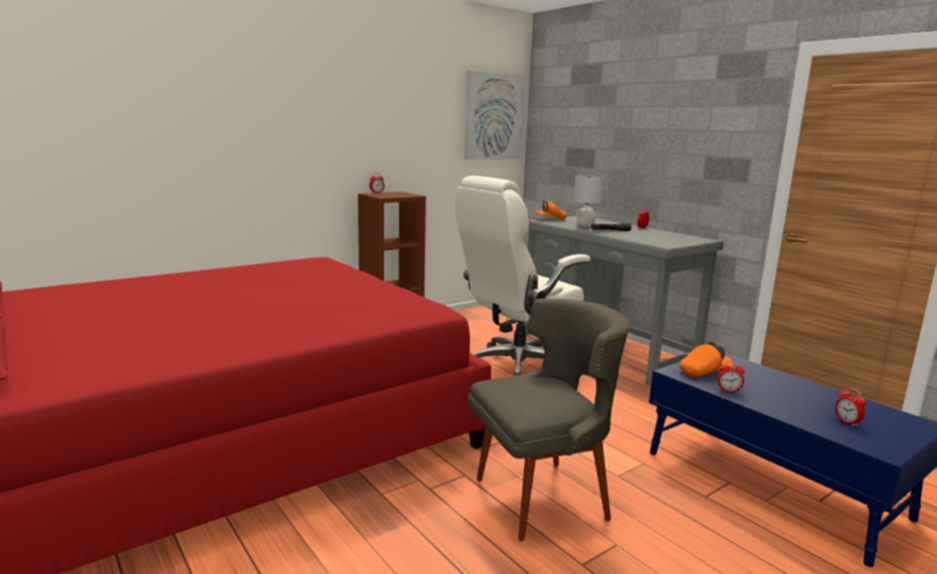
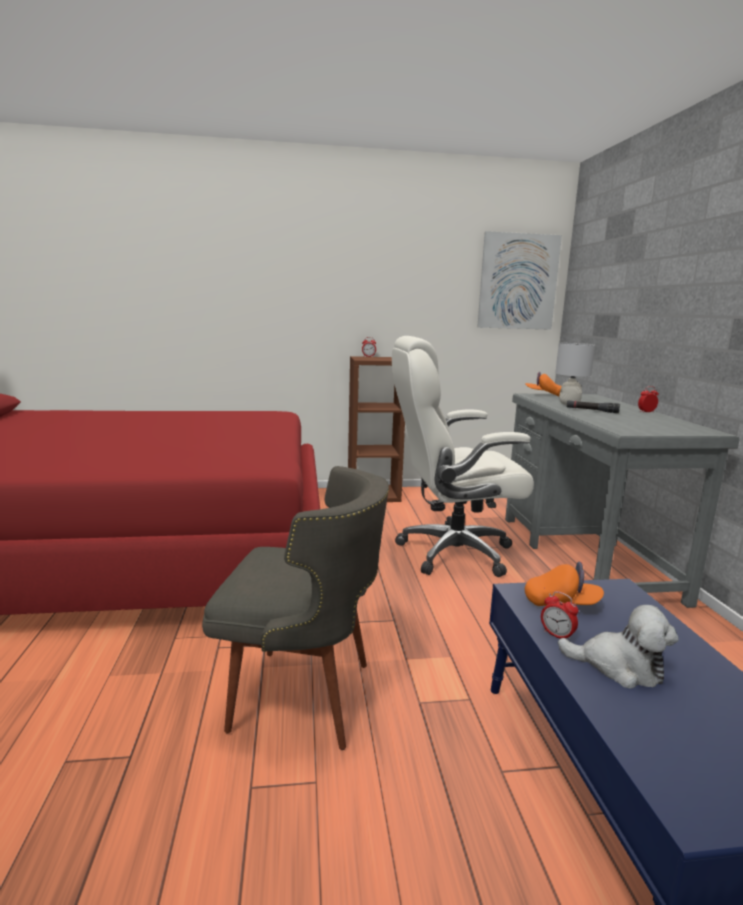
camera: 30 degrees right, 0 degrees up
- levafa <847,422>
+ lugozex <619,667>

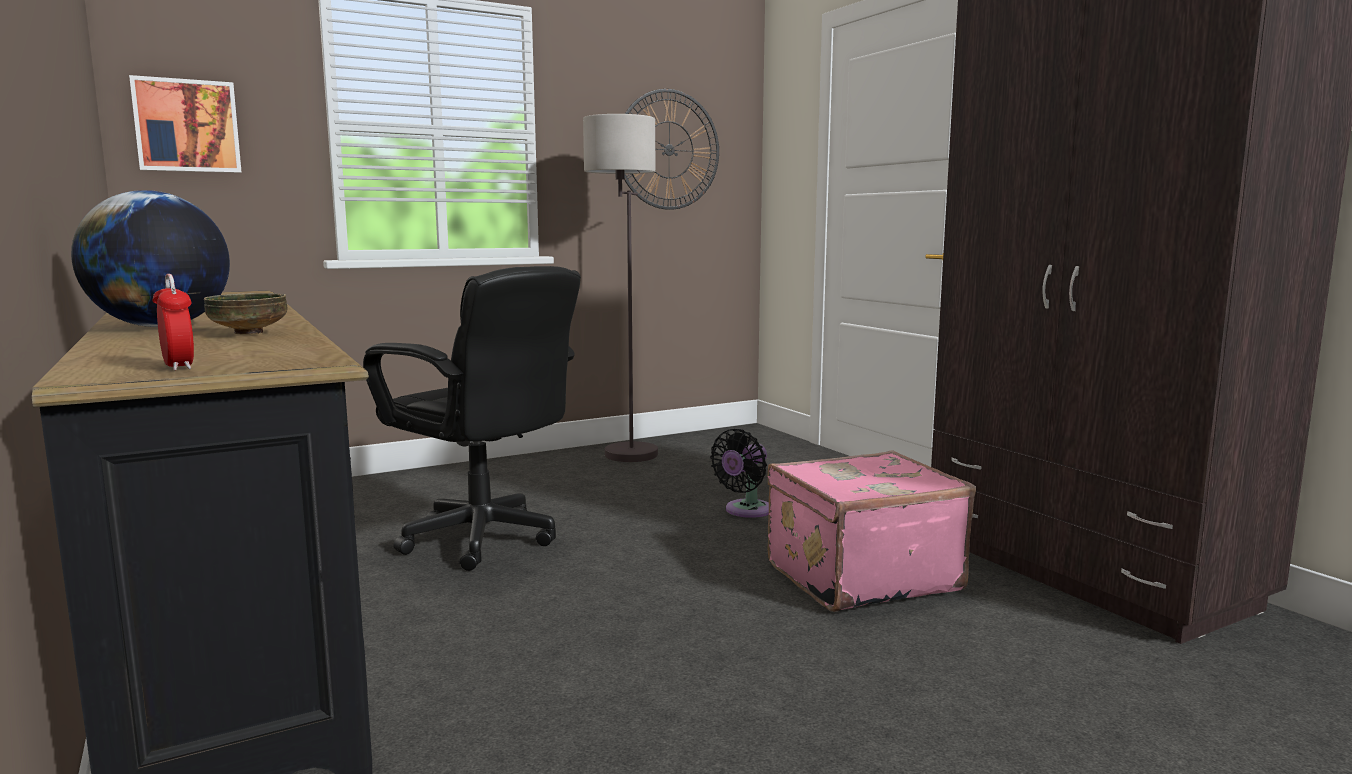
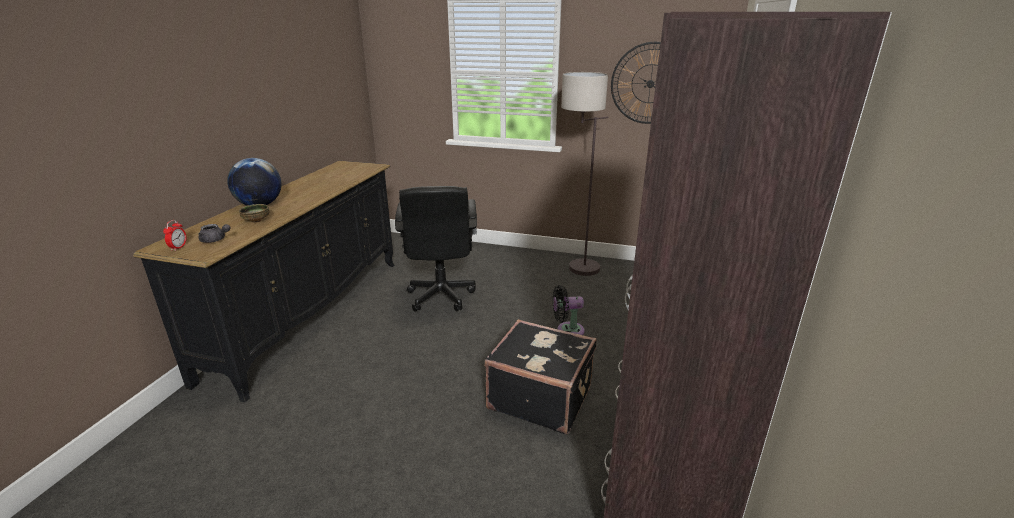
camera: 45 degrees right, 15 degrees up
- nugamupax <187,126>
~ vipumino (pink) <859,576> to vipumino (black) <540,397>
+ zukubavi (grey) <215,240>

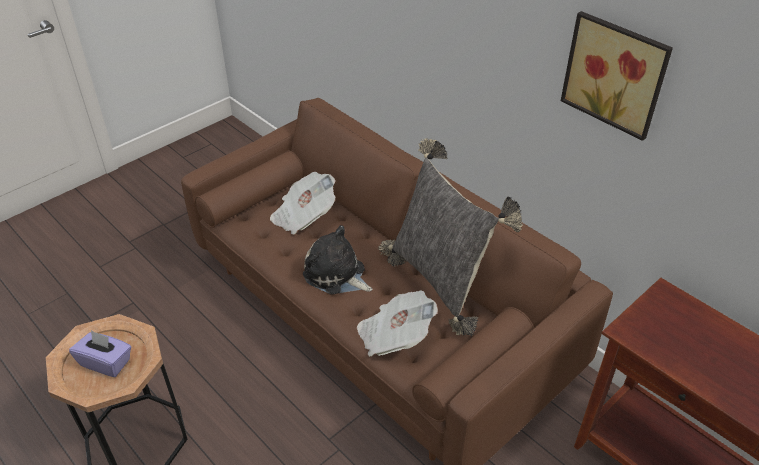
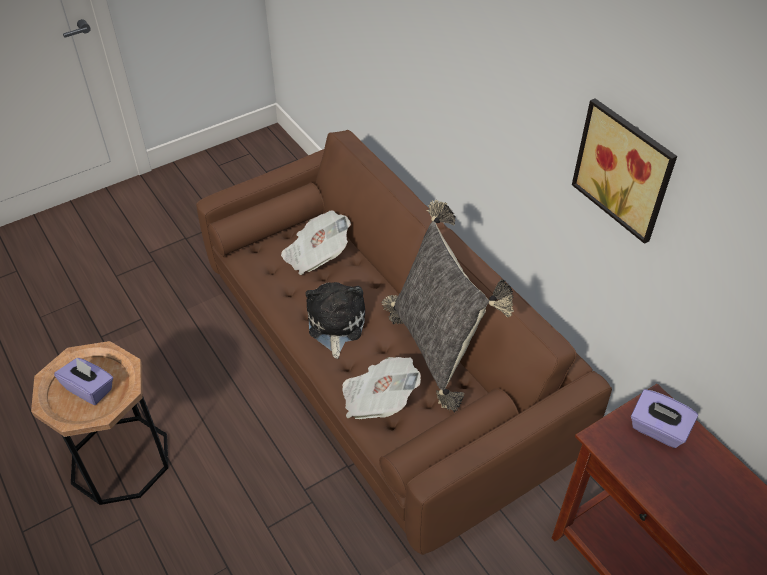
camera: 10 degrees right, 5 degrees up
~ lugozex <336,275> = <335,325> 45 degrees clockwise
+ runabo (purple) <657,429>

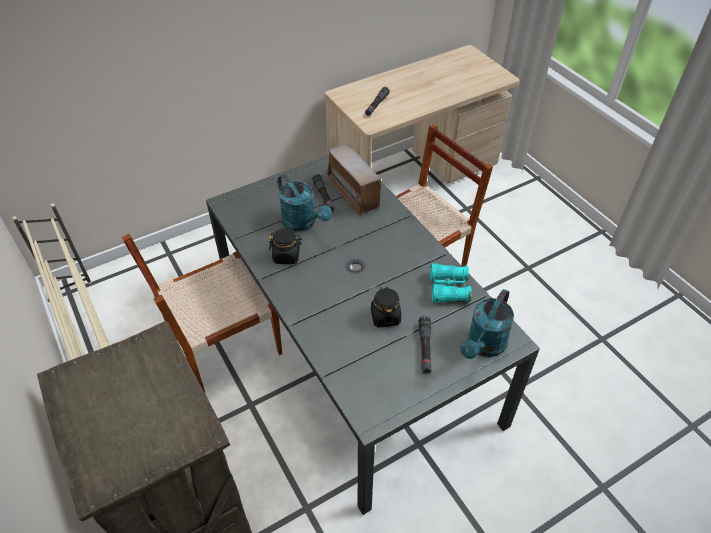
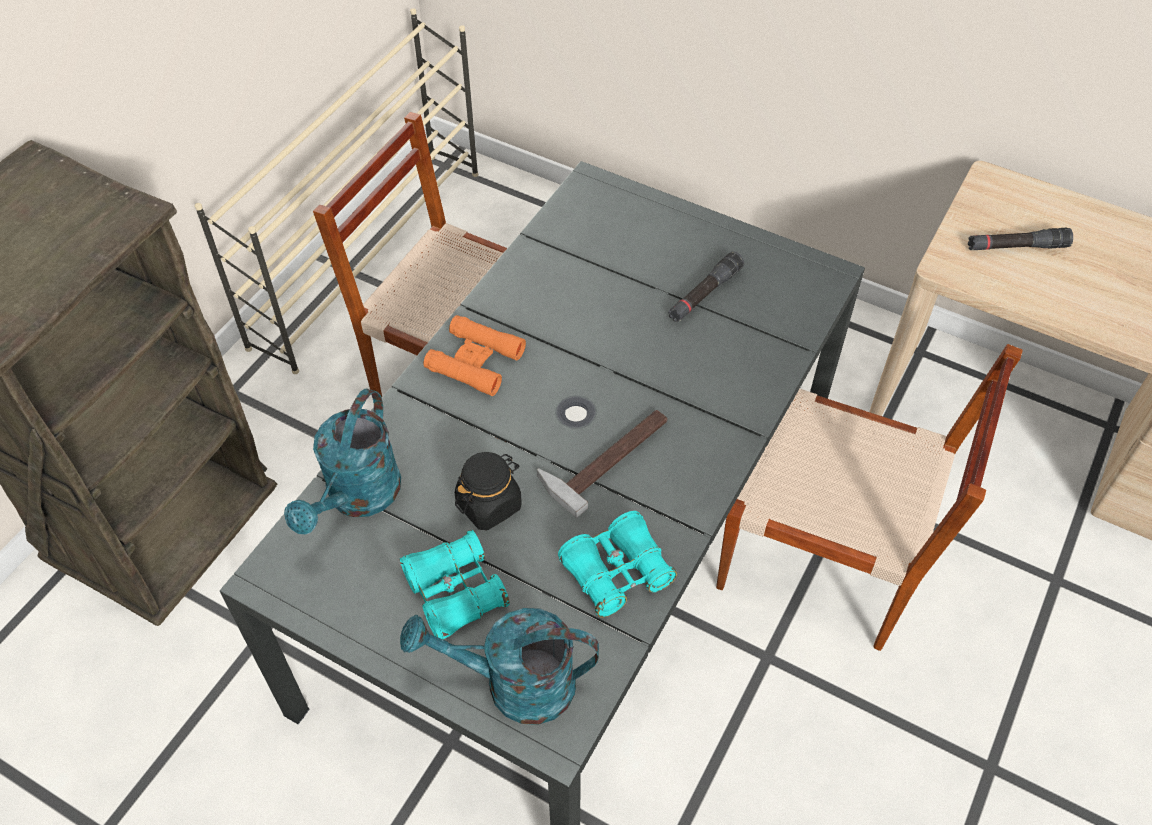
camera: 60 degrees right, 5 degrees up
- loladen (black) <286,256>
~ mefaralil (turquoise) <303,223> to <357,498>
- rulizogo <354,192>
~ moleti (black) <425,348> to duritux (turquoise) <455,592>
+ duritux (orange) <475,361>
+ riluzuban <606,455>

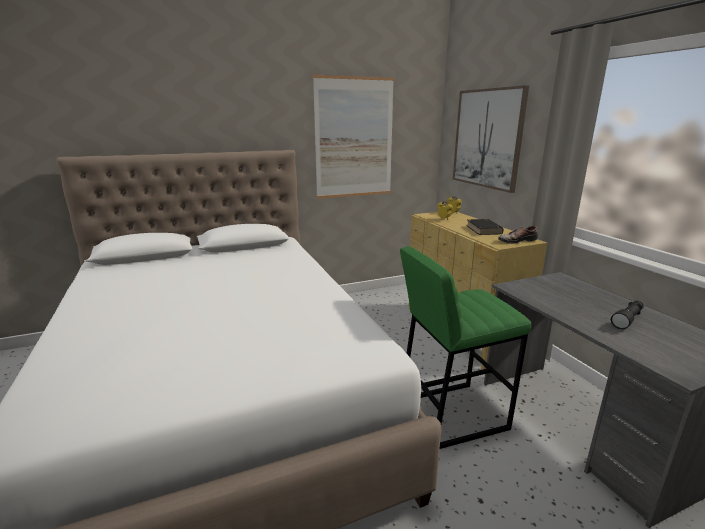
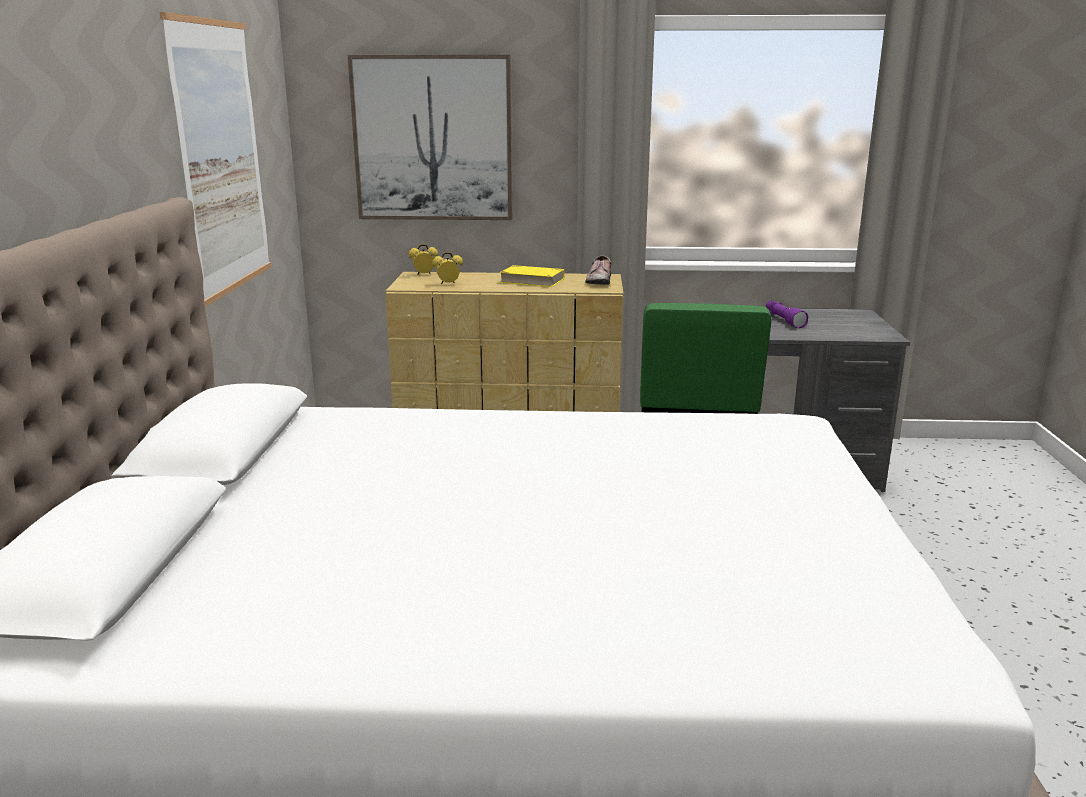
camera: 65 degrees left, 0 degrees up
~ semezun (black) <483,229> to semezun (yellow) <532,280>
~ moleti (black) <627,319> to moleti (purple) <783,320>

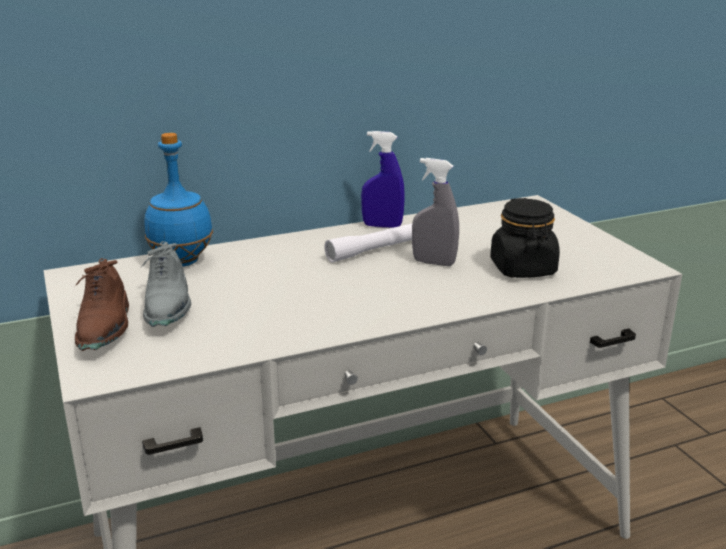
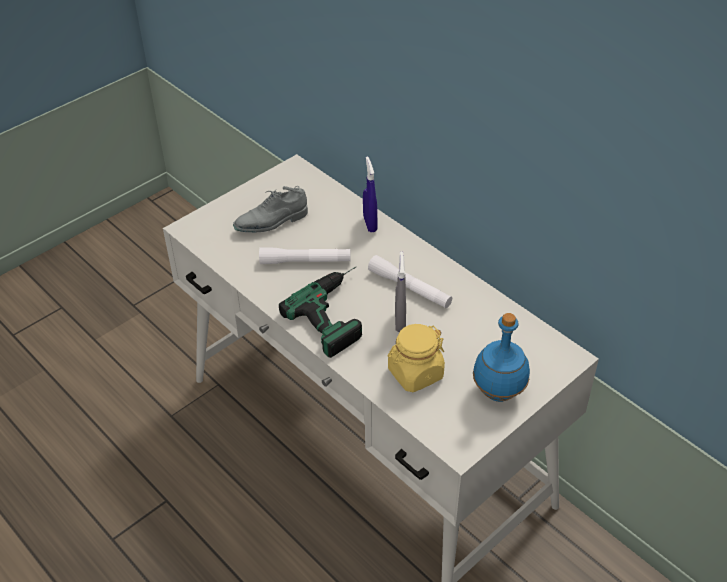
camera: 70 degrees right, 20 degrees up
- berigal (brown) <105,328>
~ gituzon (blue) <181,261> to <499,392>
~ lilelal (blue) <382,226> to <370,224>
~ loladen (black) <523,269> to loladen (yellow) <415,373>
+ moleti (white) <305,261>
+ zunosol <339,311>

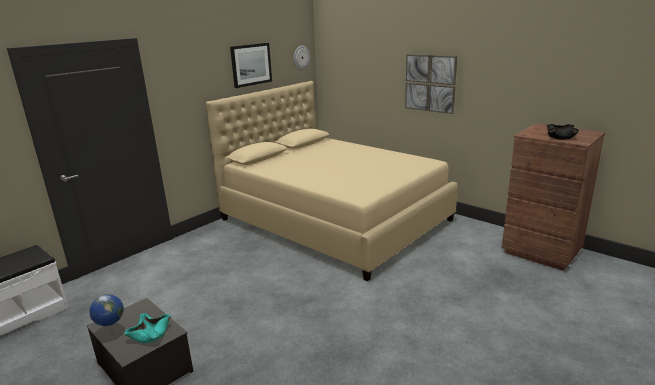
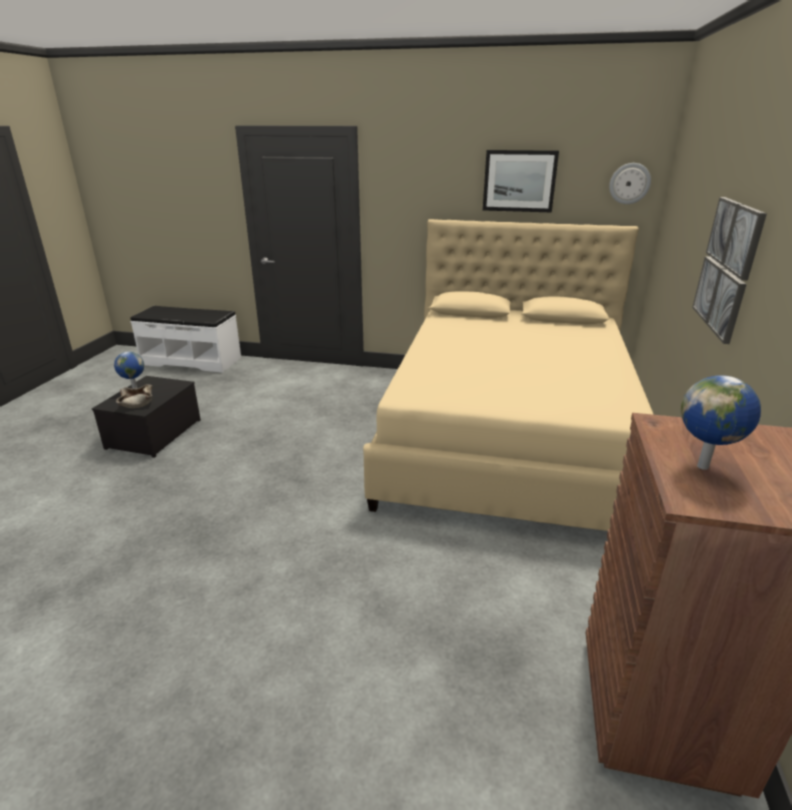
camera: 60 degrees right, 5 degrees up
~ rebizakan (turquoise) <150,335> to rebizakan (beige) <136,403>
~ rebizakan (black) <560,137> to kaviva <704,467>

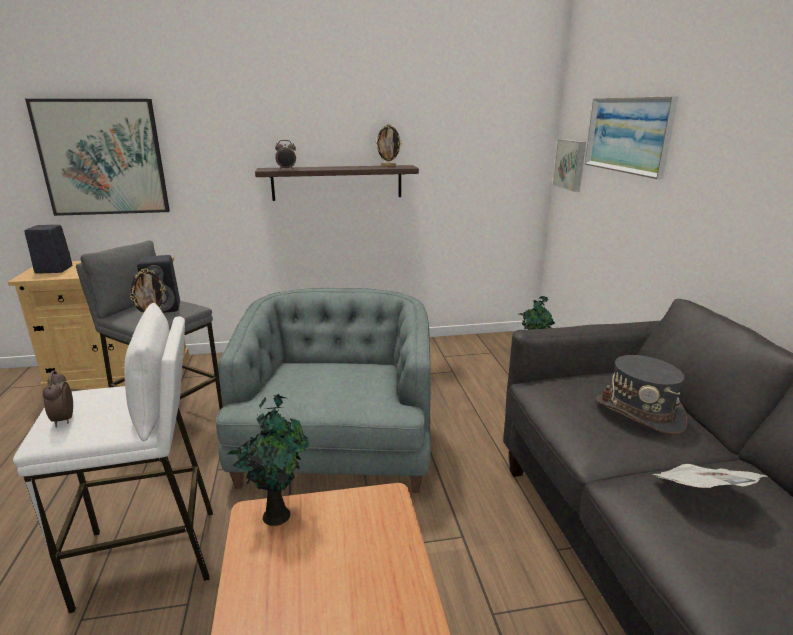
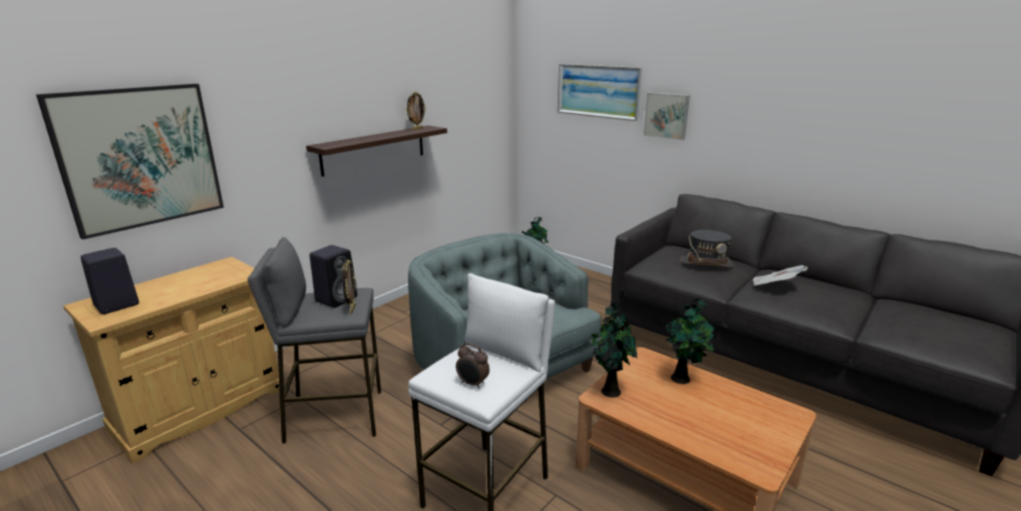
camera: 40 degrees left, 0 degrees up
- levafa <286,169>
~ nugamupax <571,164> to <667,115>
+ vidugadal <682,378>

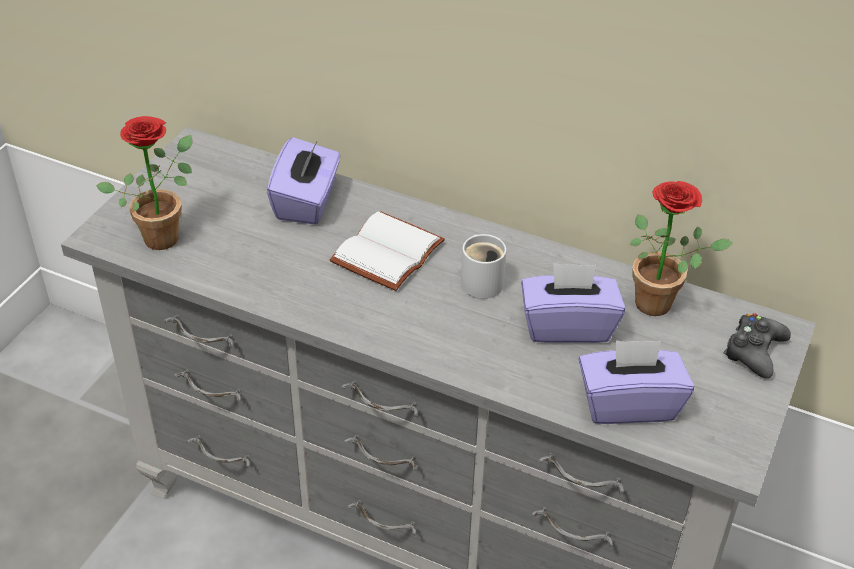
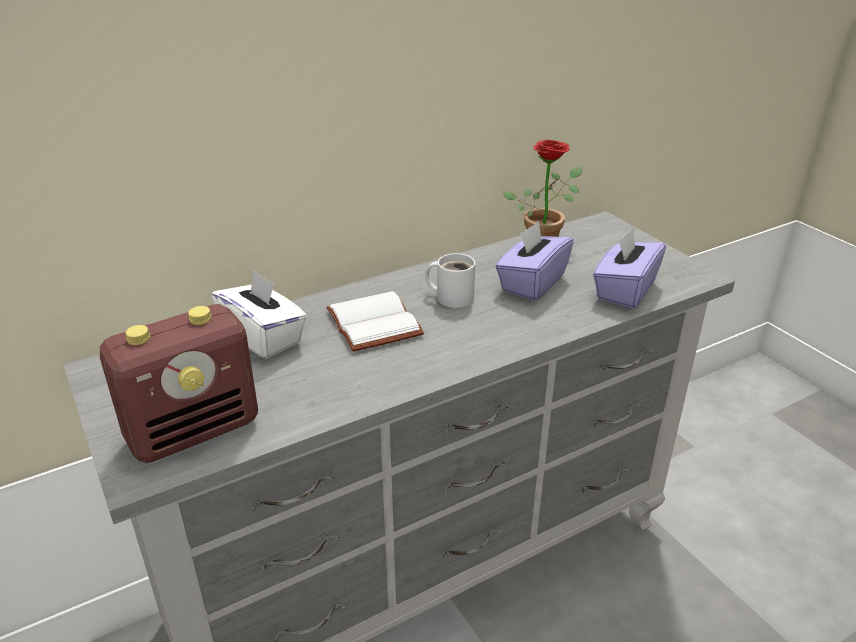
camera: 55 degrees left, 10 degrees down
~ vidugadal <165,234> to rulizogo <195,430>
~ runabo (purple) <307,202> to runabo (white) <264,337>
- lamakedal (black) <754,351>

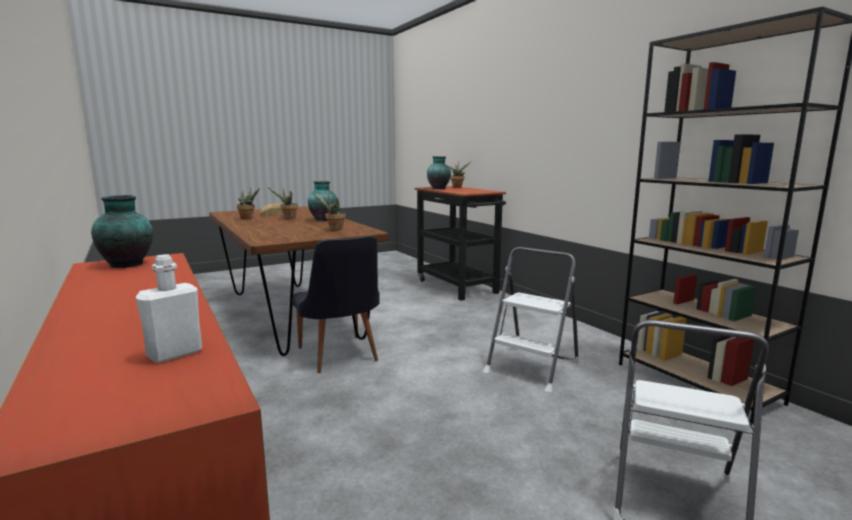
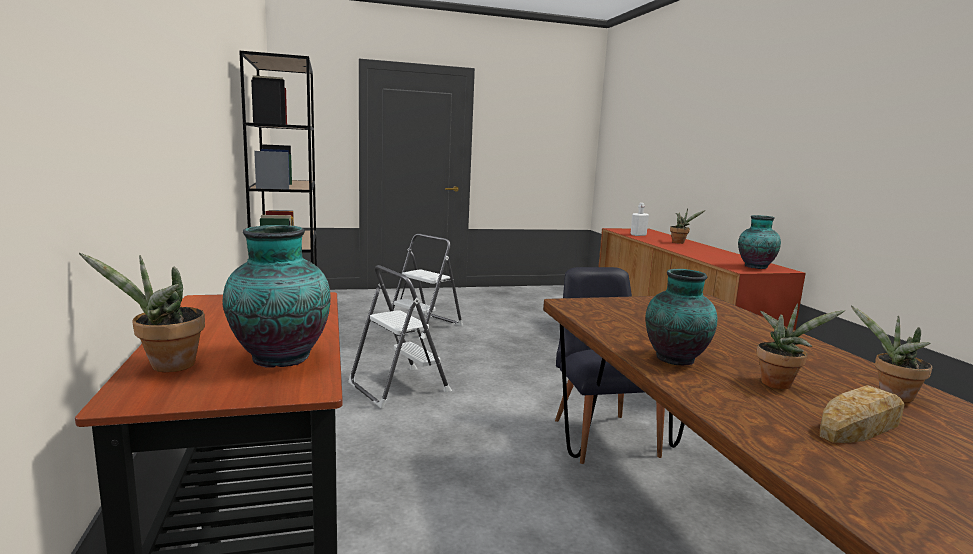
camera: 165 degrees left, 0 degrees up
~ vidugadal <334,229> to <680,242>

